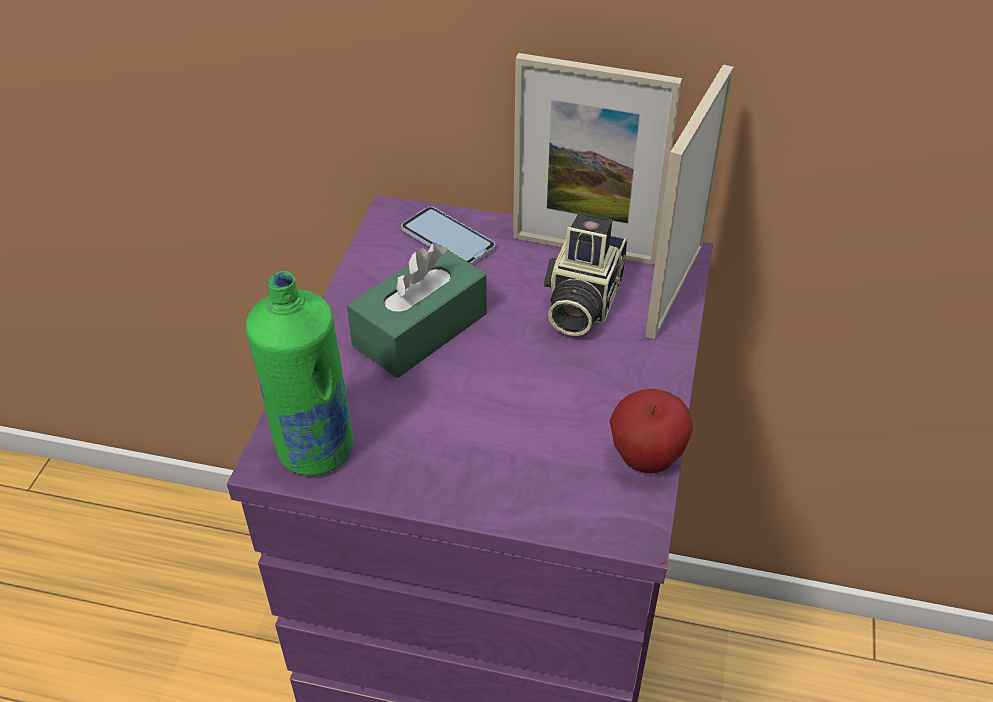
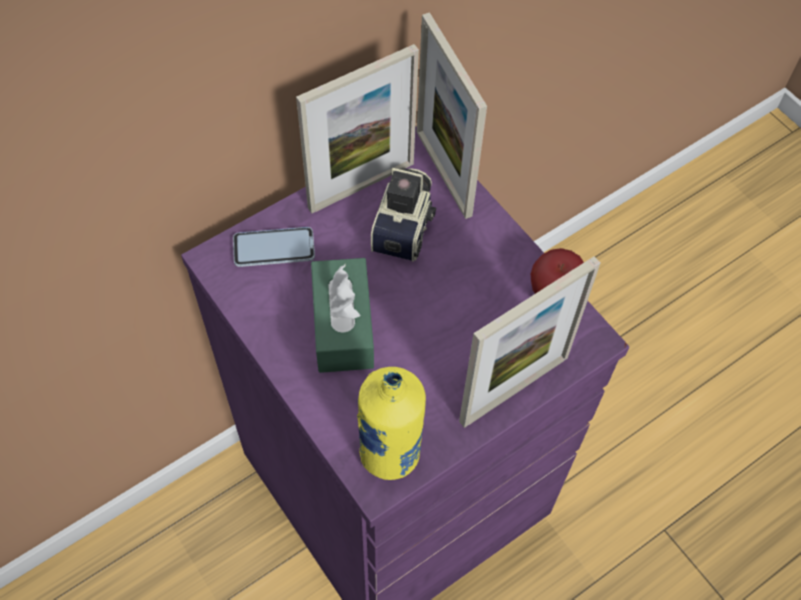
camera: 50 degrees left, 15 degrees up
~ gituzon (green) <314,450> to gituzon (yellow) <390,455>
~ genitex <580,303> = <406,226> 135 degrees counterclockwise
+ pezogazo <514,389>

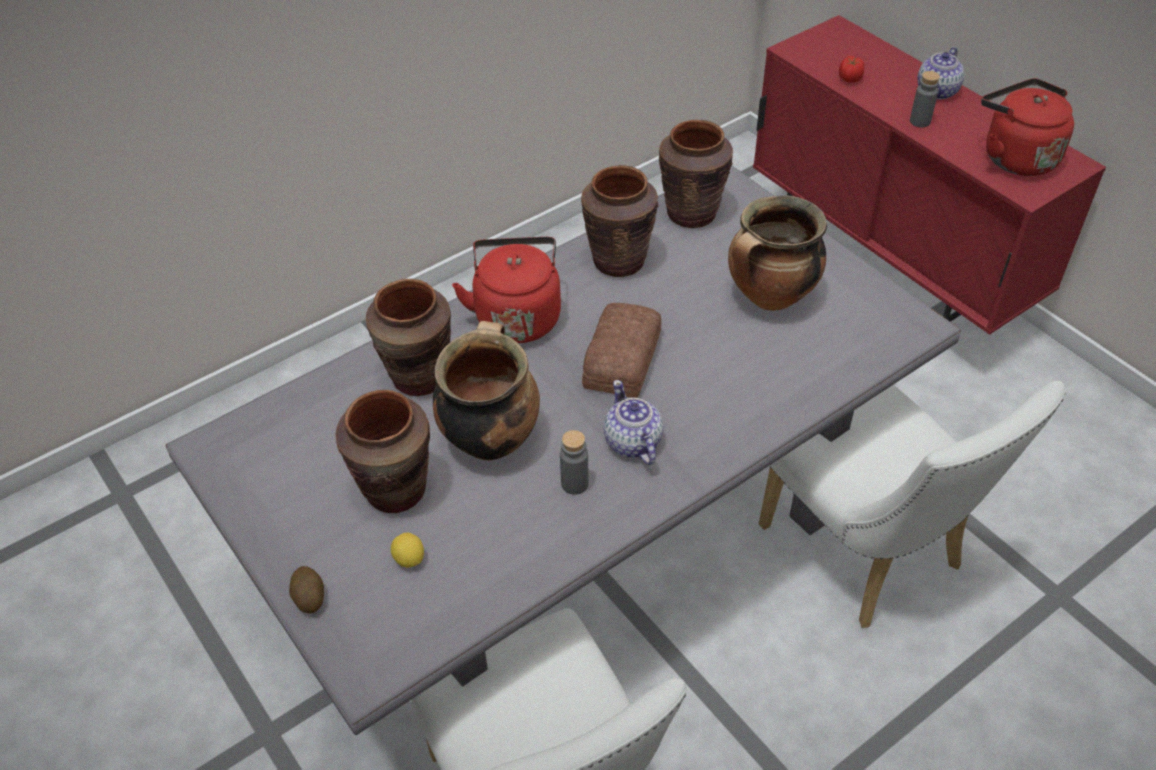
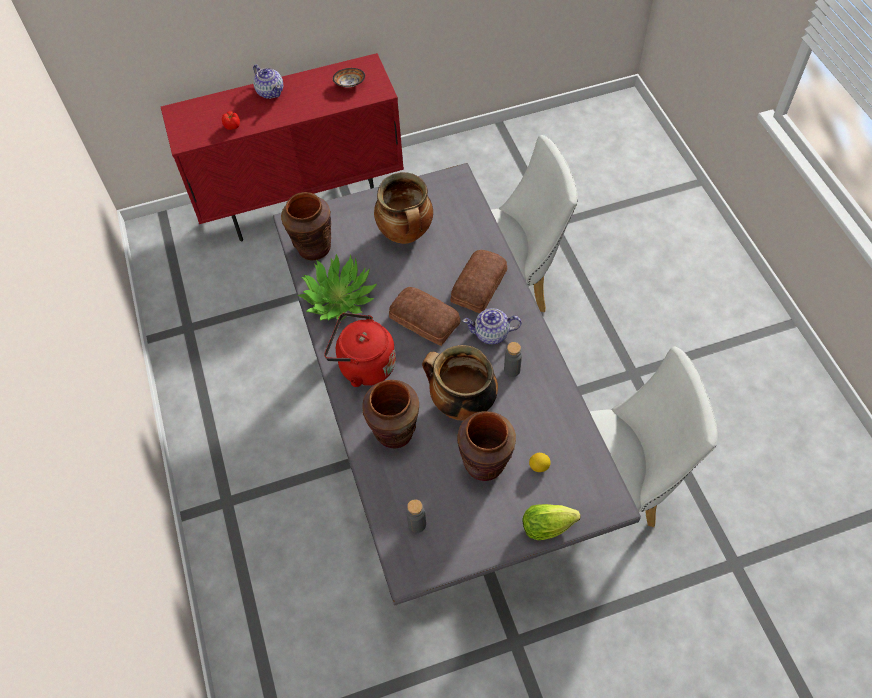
camera: 70 degrees left, 10 degrees up
~ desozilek <309,597> to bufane <550,525>
~ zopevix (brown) <618,261> to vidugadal <339,298>
~ gituzon (grey) <920,121> to <417,524>
~ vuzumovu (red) <1015,156> to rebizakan <349,84>
+ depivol <480,286>

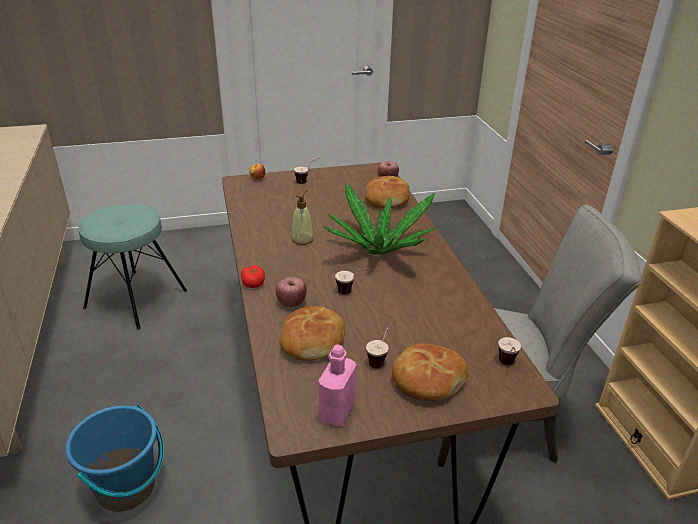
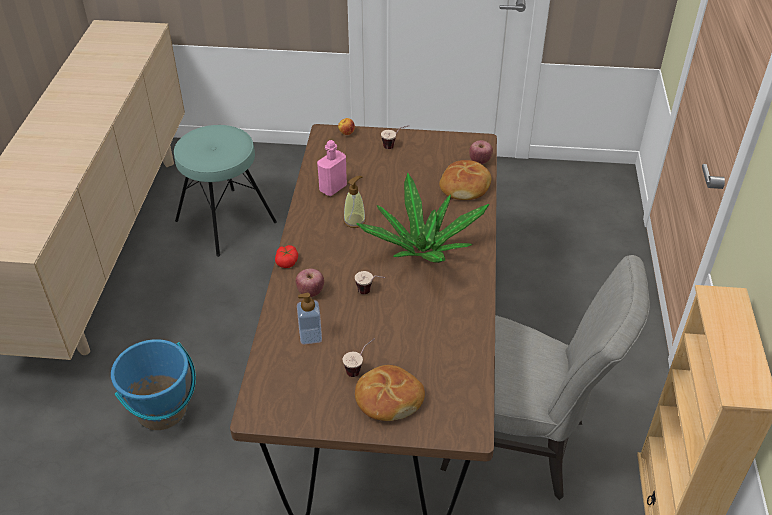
camera: 20 degrees right, 10 degrees up
~ depivol <313,341> to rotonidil <310,336>
~ gituzon (pink) <337,412> to <333,188>
- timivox <507,367>

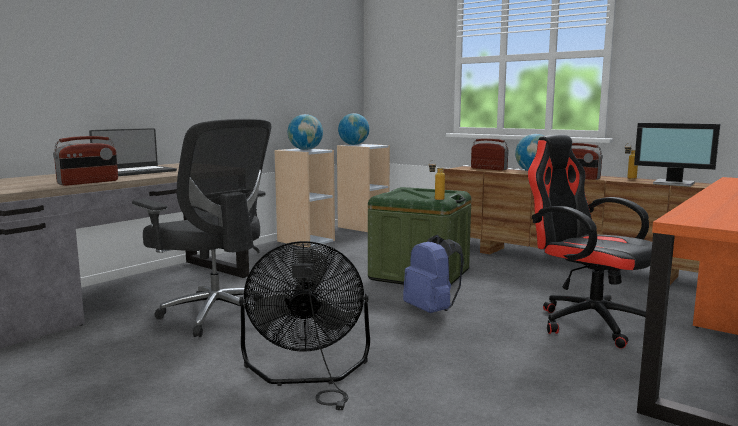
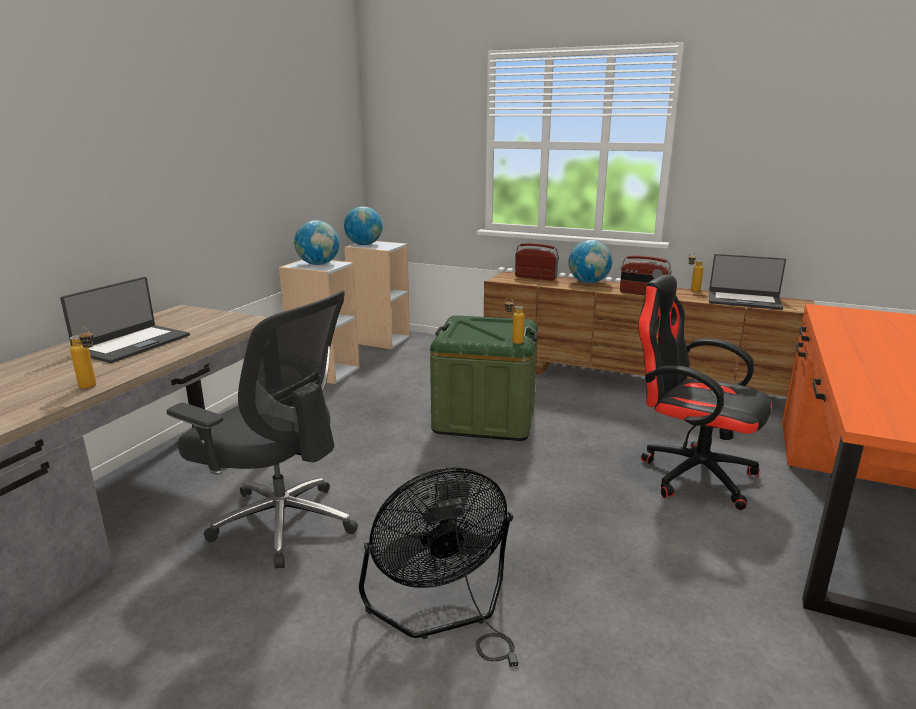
camera: 15 degrees left, 10 degrees up
~ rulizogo <88,182> to gituzon <92,387>
- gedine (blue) <432,310>
~ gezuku <674,183> to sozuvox <744,301>

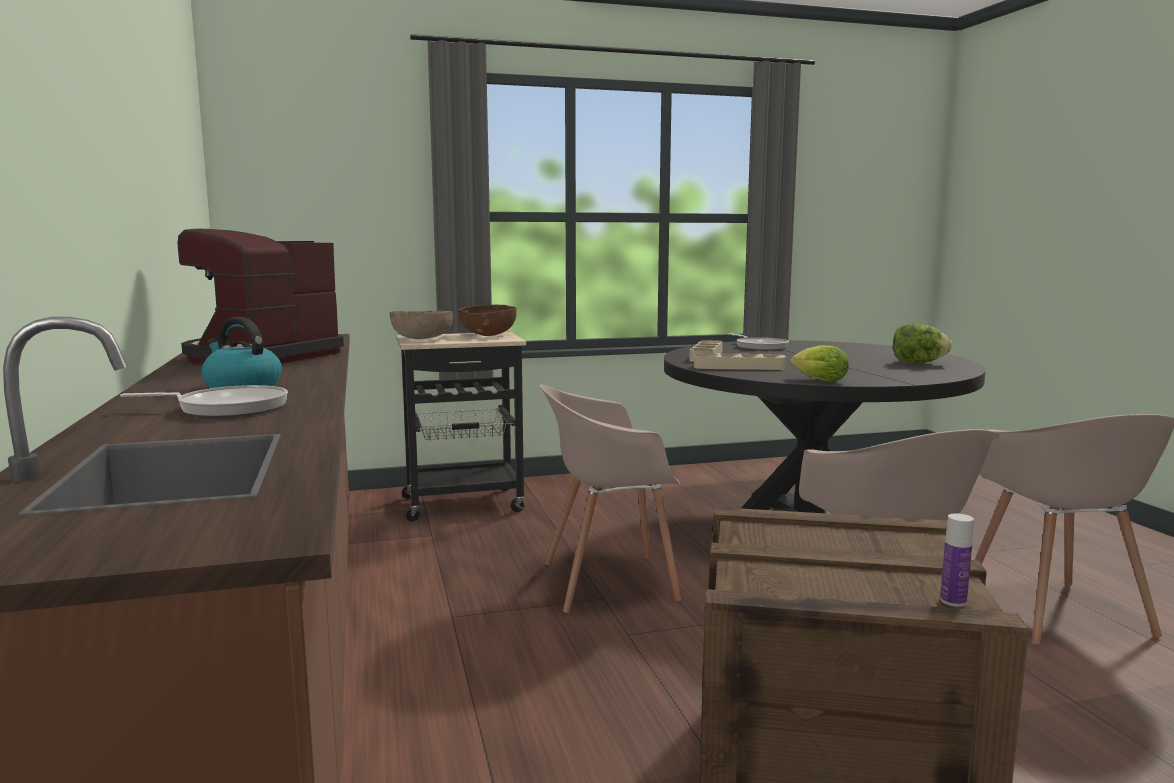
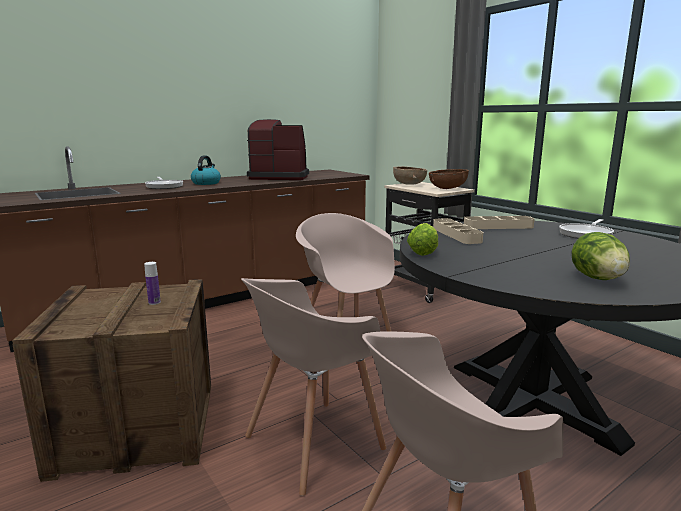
camera: 70 degrees right, 5 degrees up
~ gituzon <953,601> to <154,302>

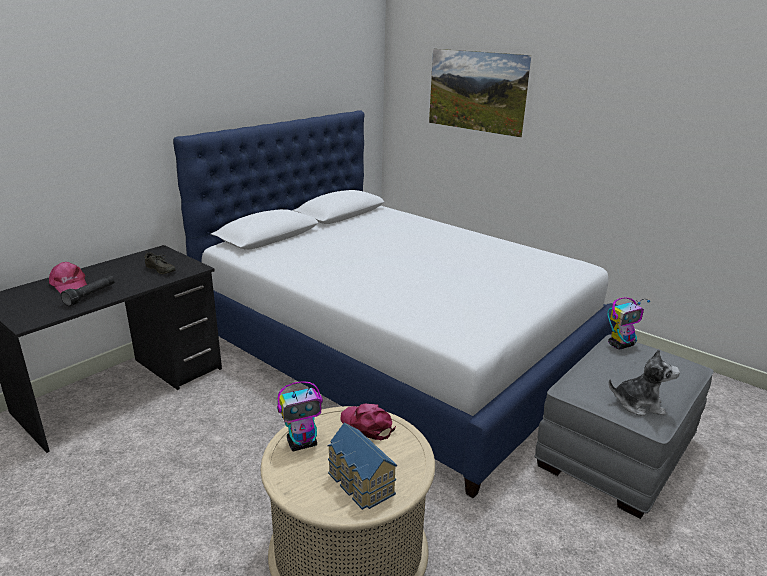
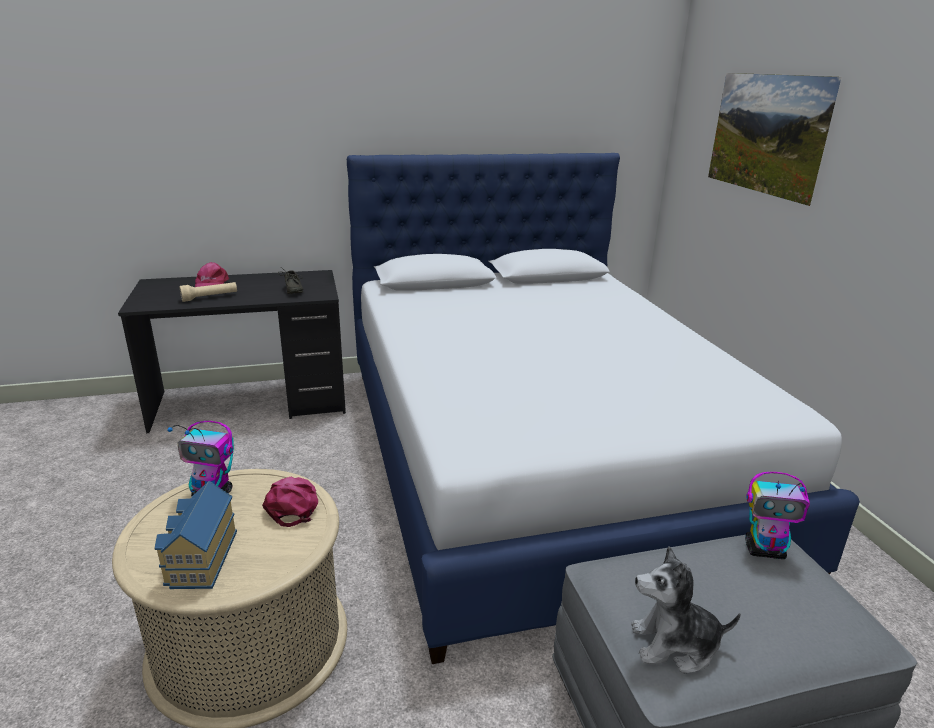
camera: 35 degrees right, 0 degrees up
~ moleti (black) <91,296> to moleti (beige) <210,297>
~ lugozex <638,404> = <674,645> 135 degrees clockwise

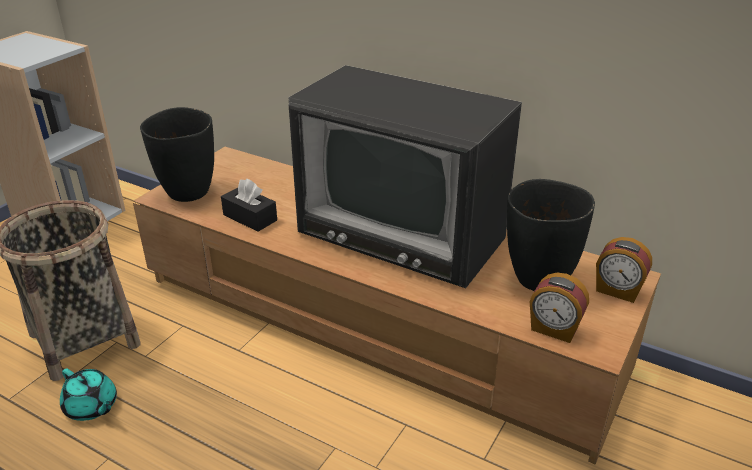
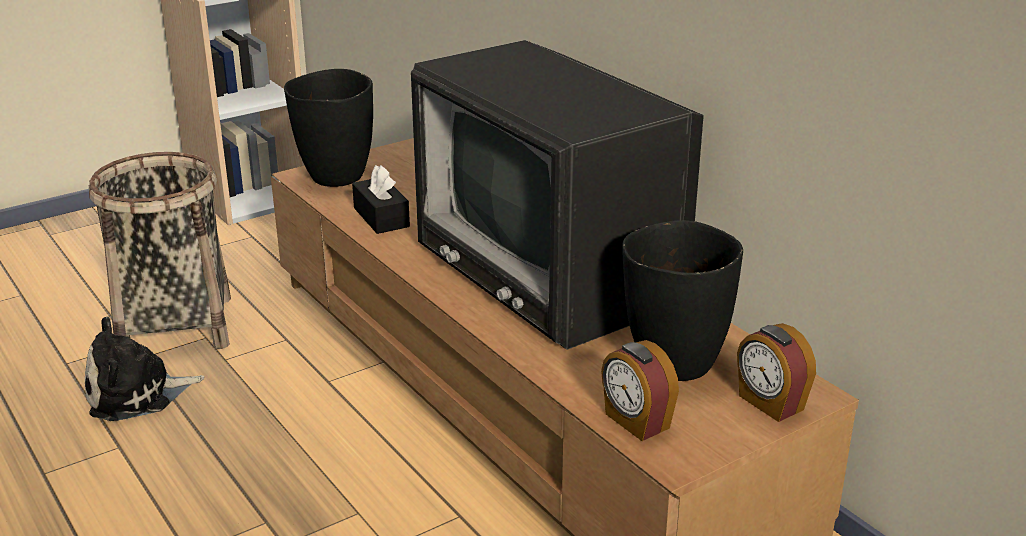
camera: 25 degrees right, 5 degrees down
~ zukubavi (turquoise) <91,407> to lugozex <137,394>

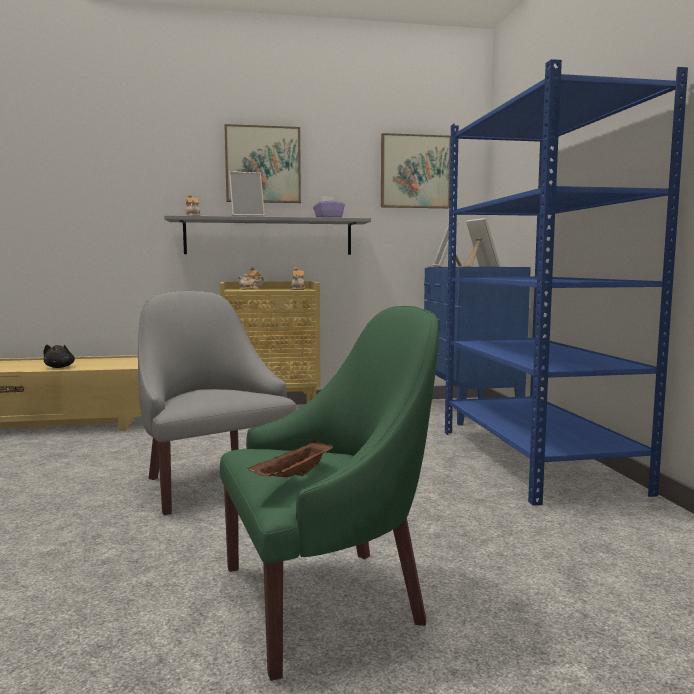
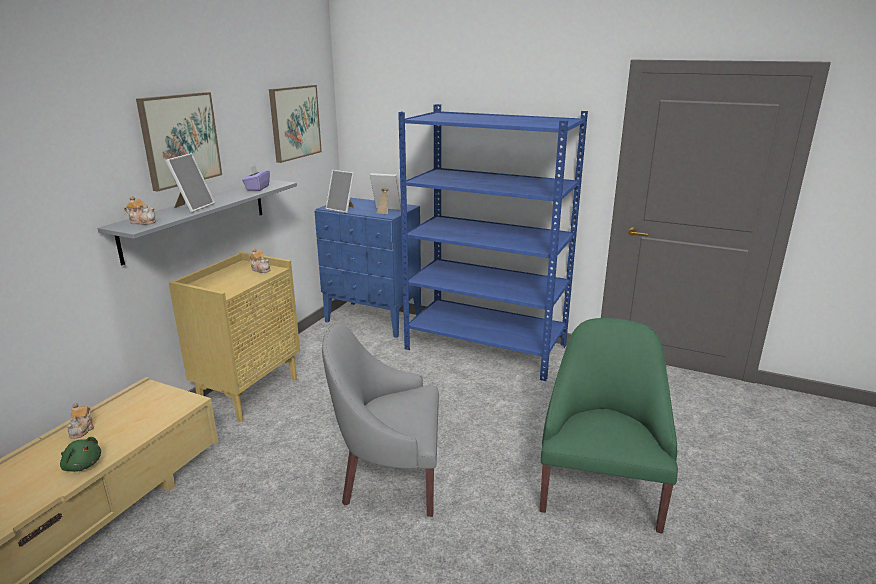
camera: 55 degrees left, 15 degrees up
~ lugozex (black) <60,367> to lugozex (green) <82,465>
~ zukubavi <251,289> to <82,430>
- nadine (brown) <294,477>

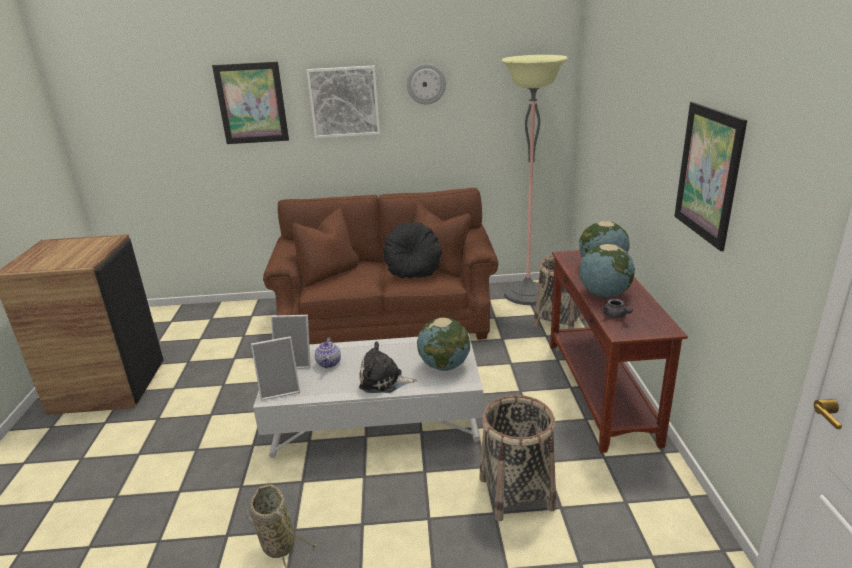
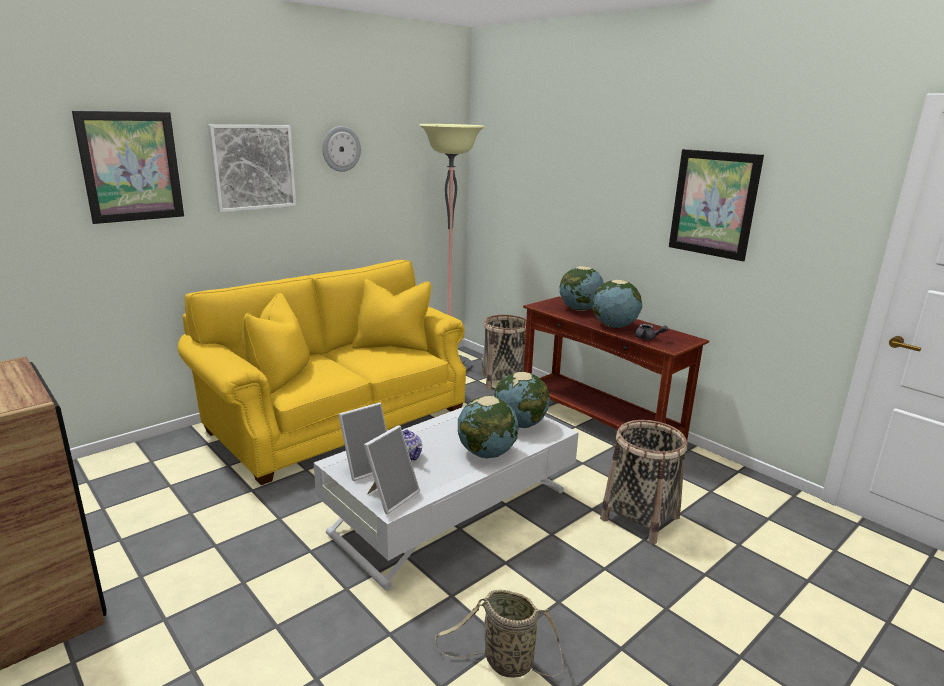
camera: 40 degrees left, 5 degrees down
~ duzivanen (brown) <387,317> to duzivanen (yellow) <336,418>
~ lugozex <384,381> to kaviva <487,453>
- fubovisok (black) <413,274>

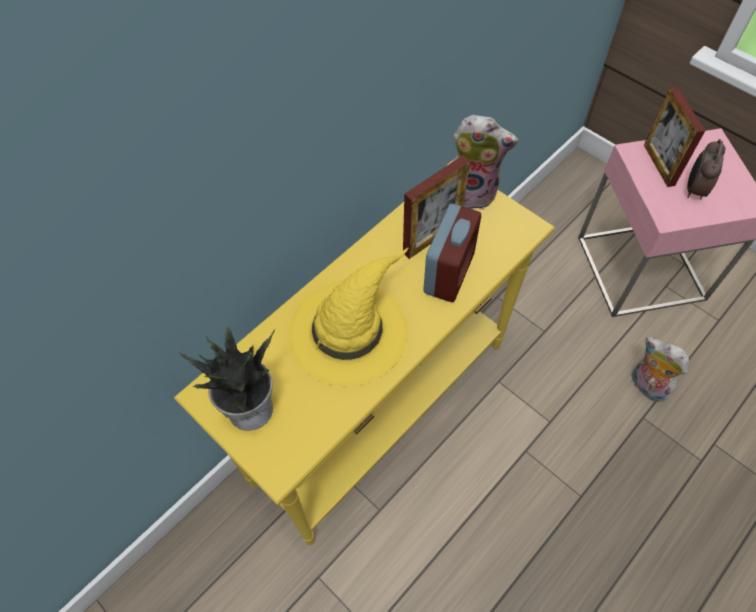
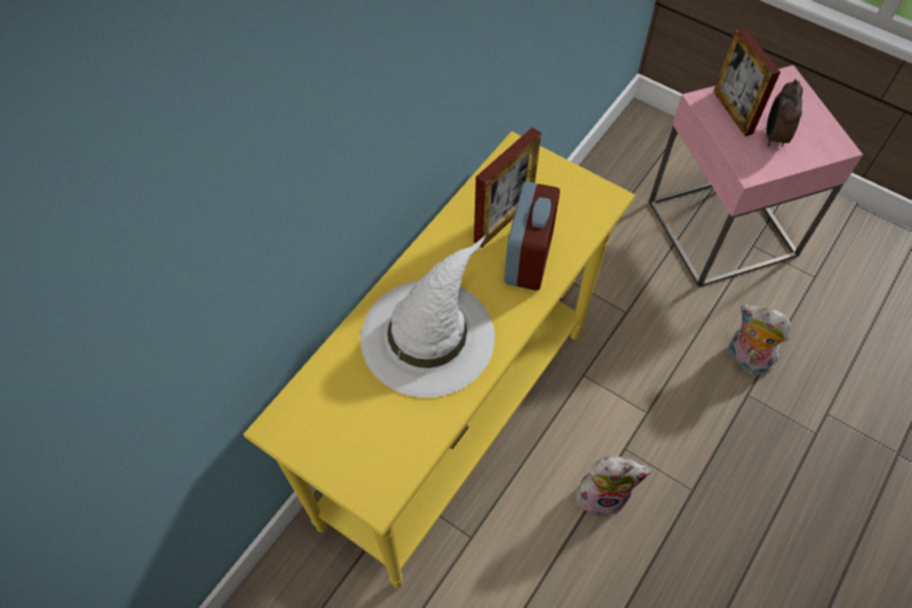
camera: 10 degrees left, 0 degrees up
- vidugadal <251,407>
~ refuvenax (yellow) <349,330> to refuvenax (white) <428,334>
~ lugozex <472,192> to <602,494>

